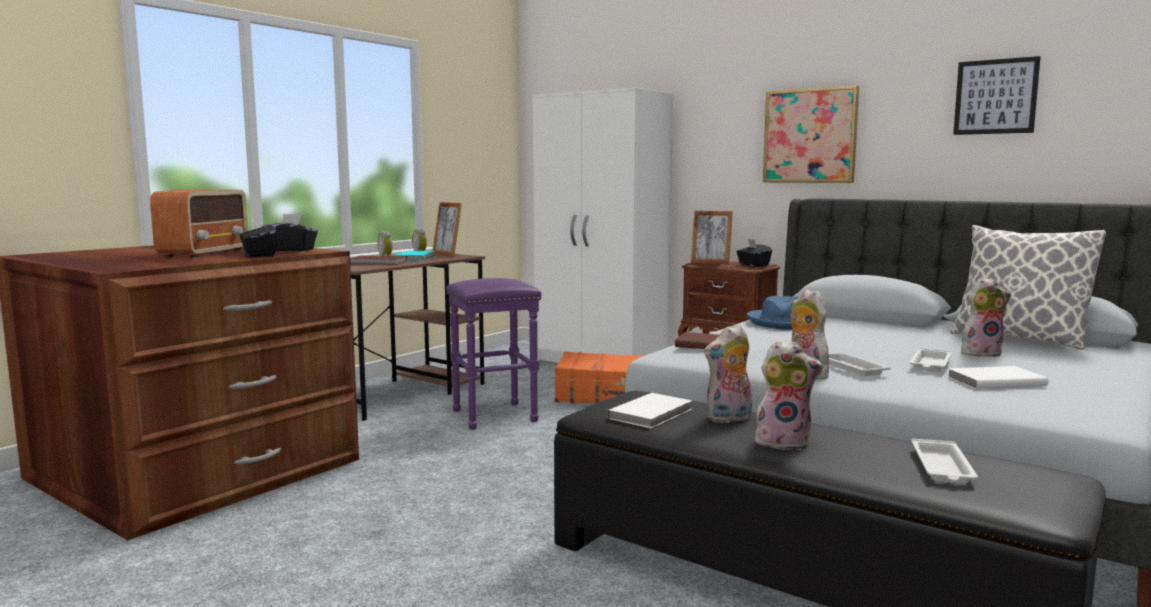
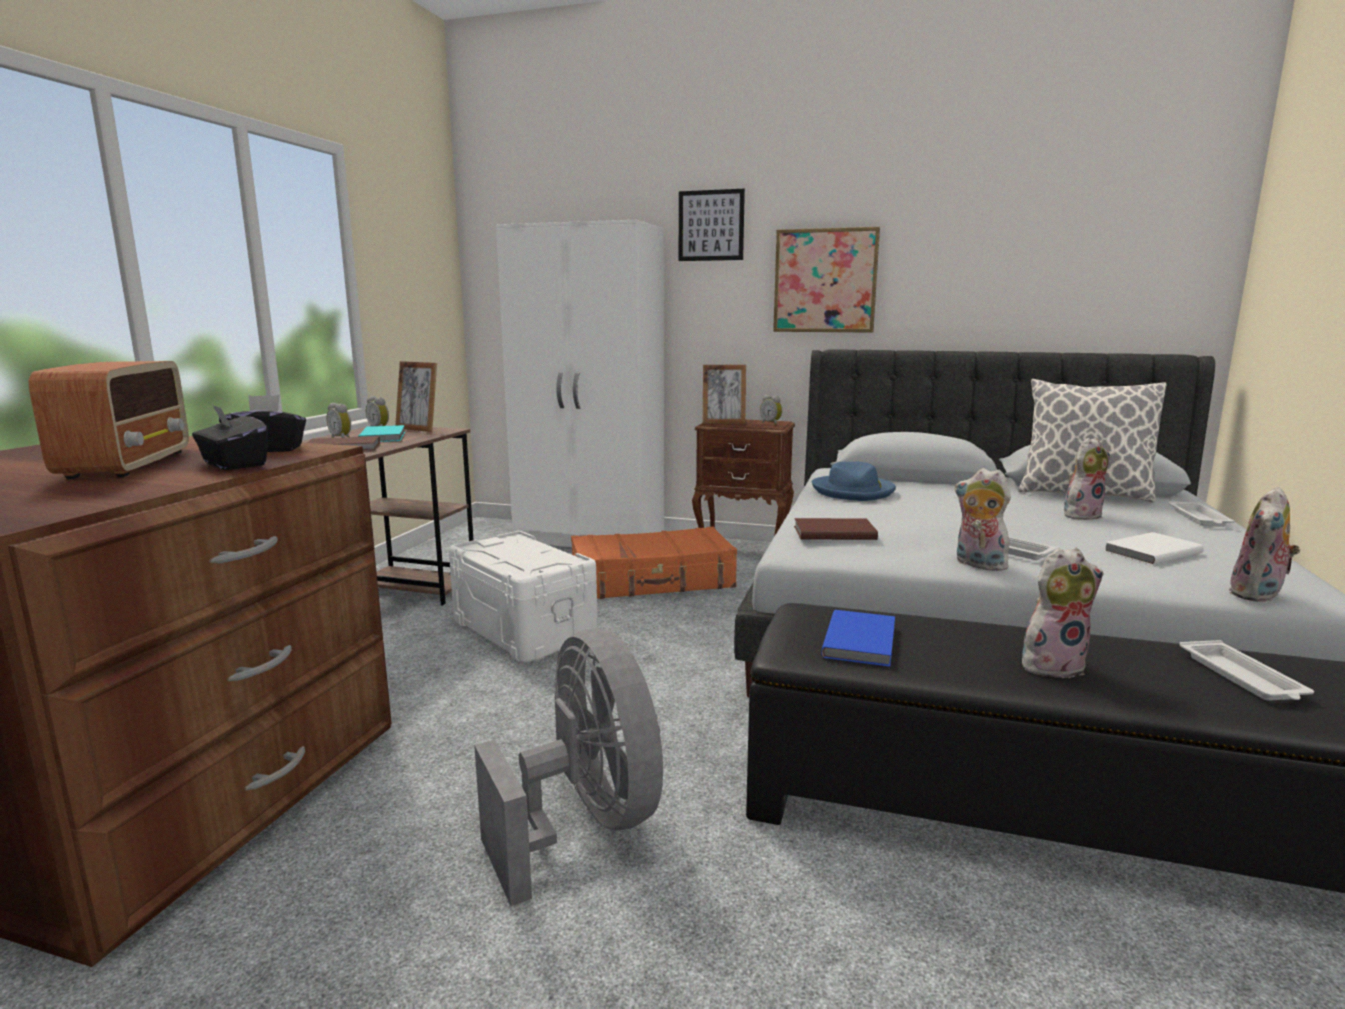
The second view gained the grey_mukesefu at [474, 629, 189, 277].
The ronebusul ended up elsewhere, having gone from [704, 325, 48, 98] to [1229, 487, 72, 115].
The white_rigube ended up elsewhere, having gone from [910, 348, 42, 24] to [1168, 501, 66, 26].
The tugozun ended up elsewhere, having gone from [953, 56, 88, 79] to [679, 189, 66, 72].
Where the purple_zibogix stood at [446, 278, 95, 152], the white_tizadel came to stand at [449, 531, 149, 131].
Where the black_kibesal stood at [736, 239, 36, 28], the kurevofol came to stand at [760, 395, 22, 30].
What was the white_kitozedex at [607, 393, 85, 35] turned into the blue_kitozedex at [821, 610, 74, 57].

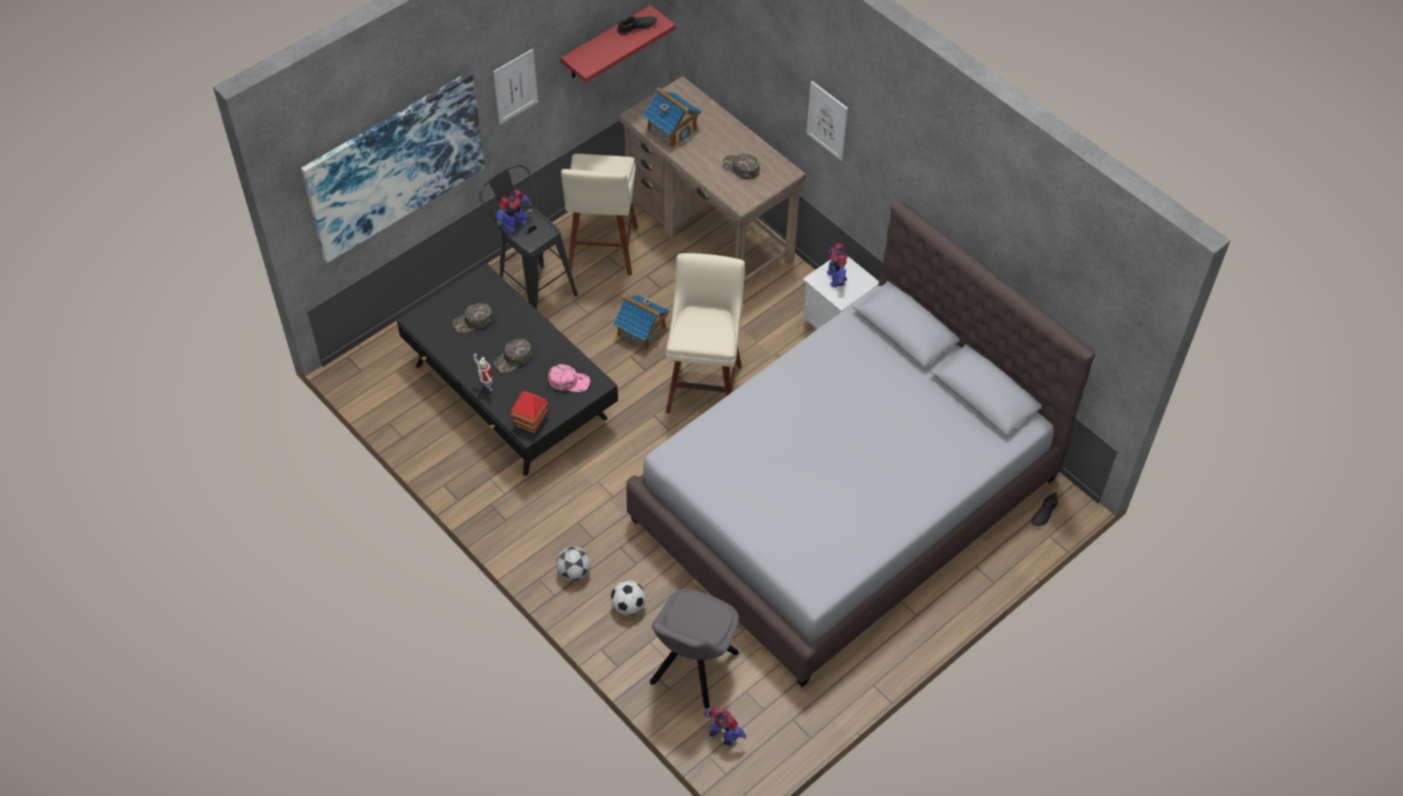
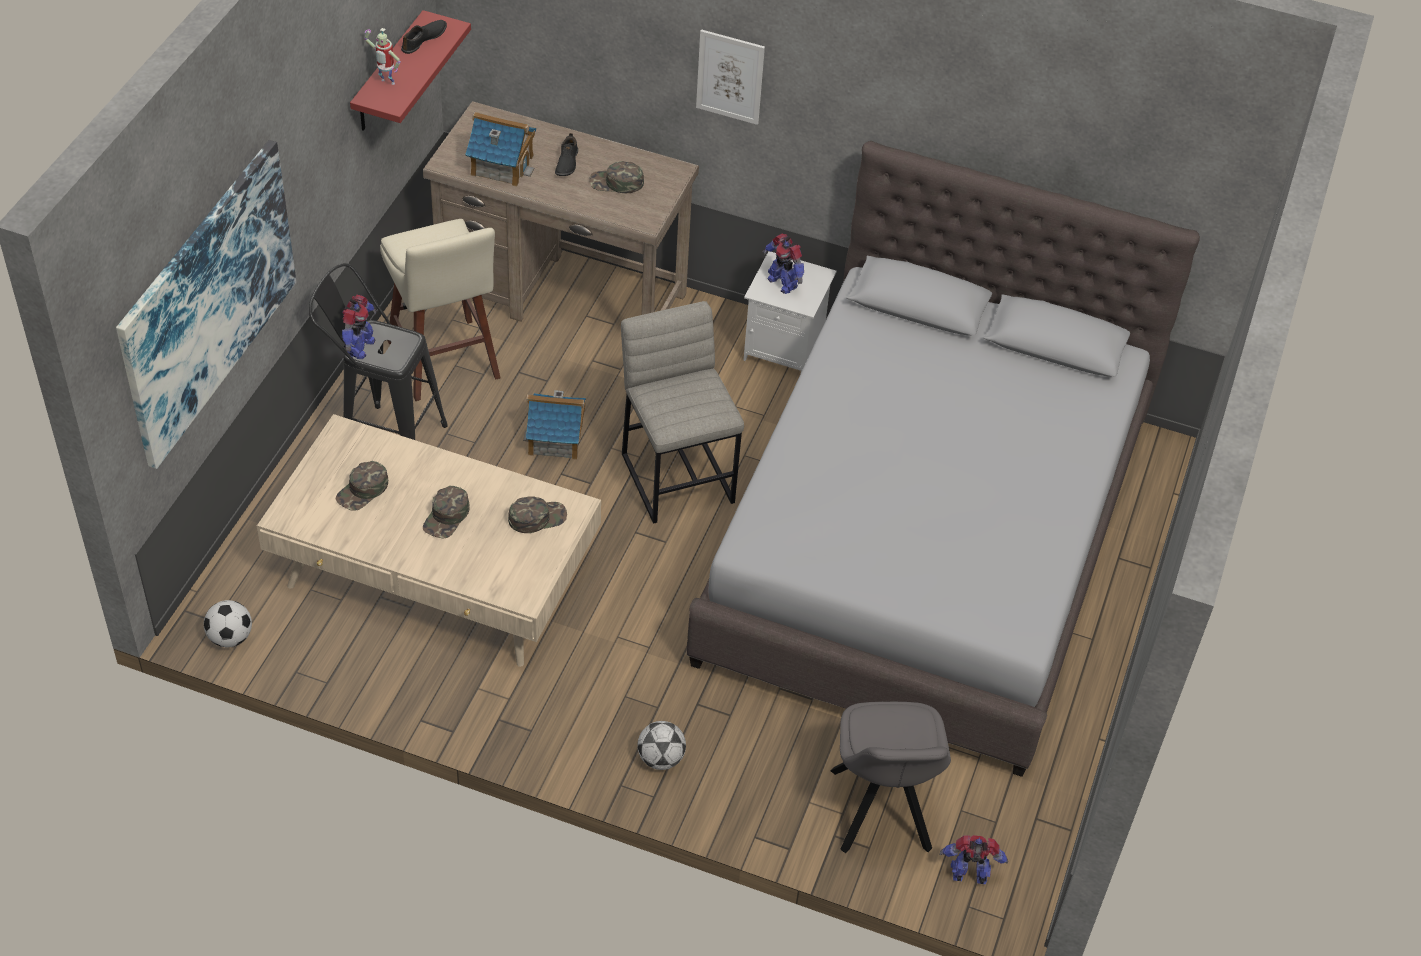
The second view lost the tugozun at [493, 49, 45, 75].
The second view lost the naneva at [510, 391, 39, 42].
The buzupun ended up elsewhere, having gone from [473, 353, 19, 38] to [364, 28, 37, 57].
The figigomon ended up elsewhere, having gone from [611, 580, 35, 35] to [204, 600, 48, 47].
The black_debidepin ended up elsewhere, having gone from [1031, 492, 27, 34] to [555, 133, 23, 43].
Where the beige_zibogix stood at [666, 253, 79, 160], the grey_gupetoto came to stand at [621, 301, 123, 223].
What was the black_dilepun at [397, 263, 221, 213] turned into the beige_dilepun at [257, 414, 344, 253].
What was the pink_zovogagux at [548, 364, 42, 28] turned into the green_zovogagux at [508, 496, 59, 37].

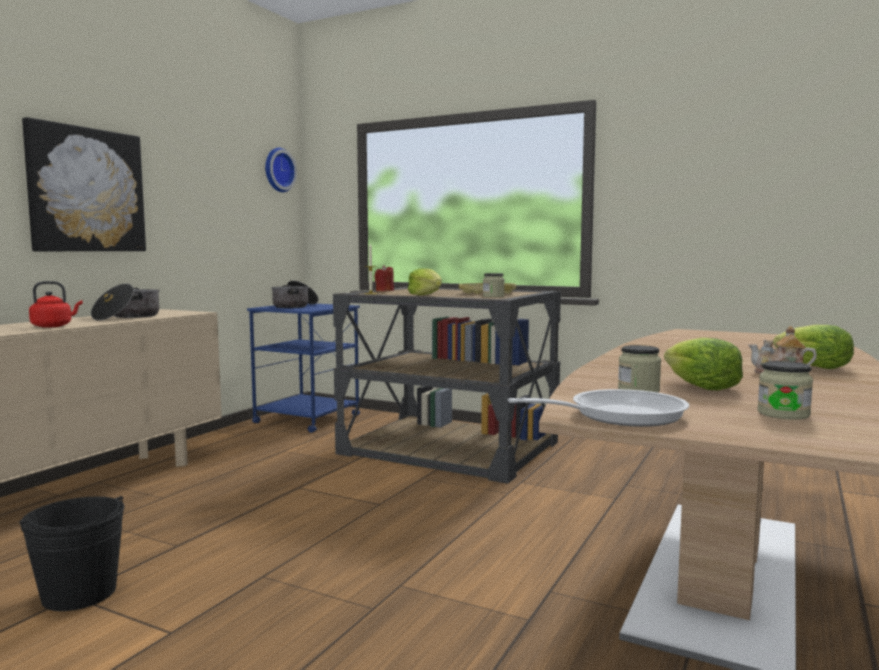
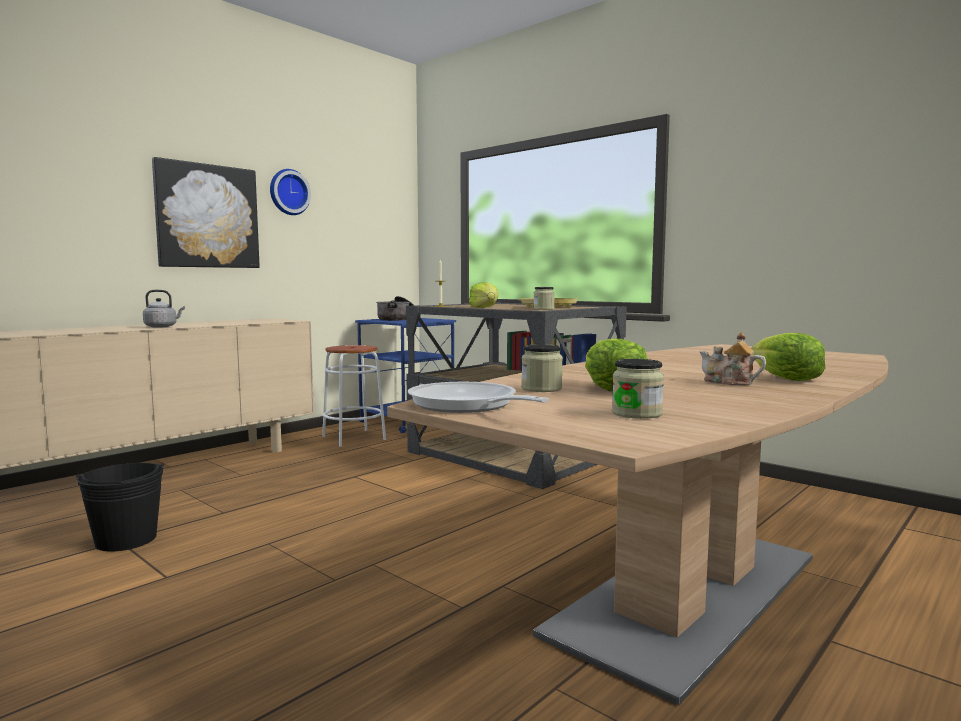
The second view lost the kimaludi at [91, 284, 69, 37].
The second view lost the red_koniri at [374, 265, 20, 26].
The second view gained the white_zibogix at [322, 345, 64, 102].
The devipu ended up elsewhere, having gone from [265, 148, 32, 44] to [270, 169, 41, 46].
What was the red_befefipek at [29, 281, 54, 47] turned into the grey_befefipek at [143, 290, 42, 37].
The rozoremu at [508, 389, 181, 38] ended up facing another way, 120 degrees counterclockwise from before.

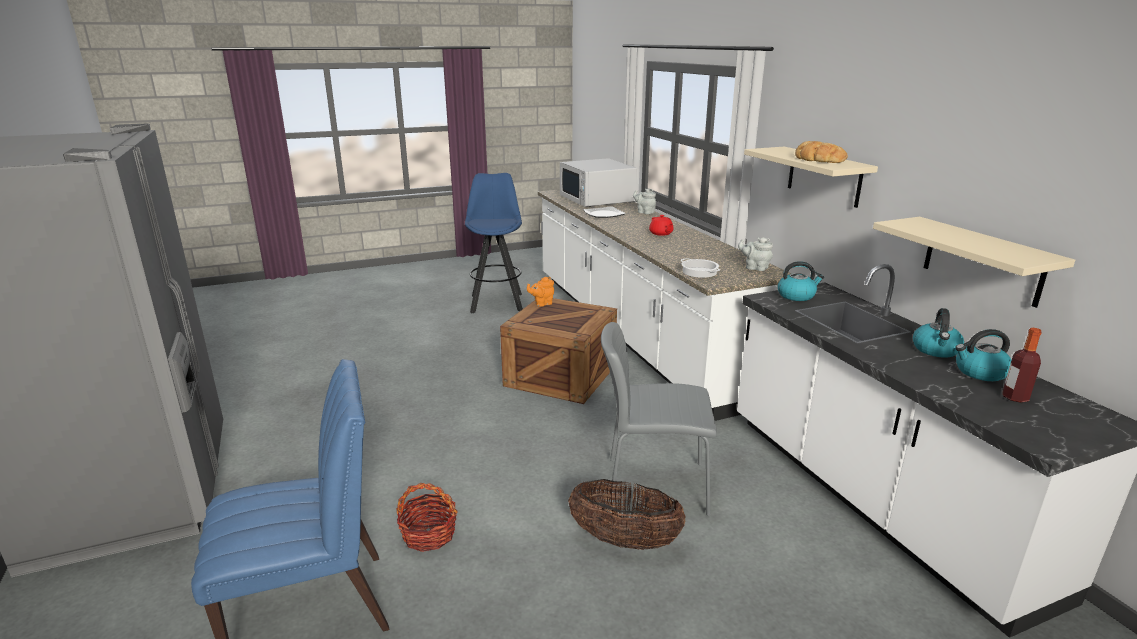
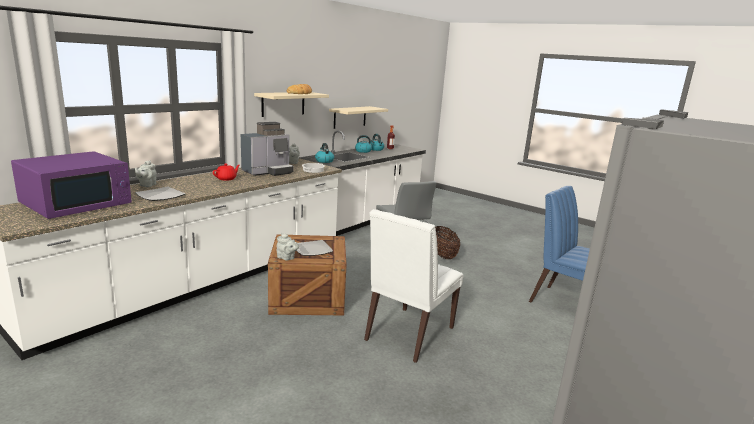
The second view lost the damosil at [397, 483, 61, 69].
The second view lost the blue_zibogix at [465, 173, 58, 140].
The second view gained the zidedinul at [241, 122, 53, 54].
The second view gained the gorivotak at [296, 240, 37, 16].
The second view gained the white_gupetoto at [364, 209, 100, 154].
What was the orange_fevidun at [527, 277, 27, 30] turned into the grey_fevidun at [276, 233, 23, 28].
What was the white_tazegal at [560, 158, 77, 49] turned into the purple_tazegal at [11, 151, 121, 68].

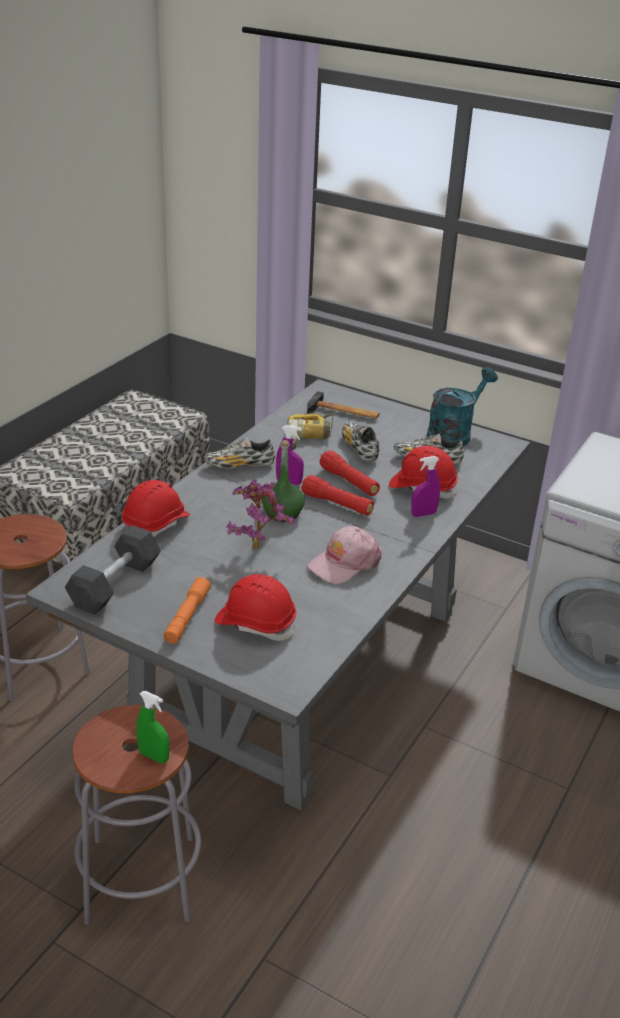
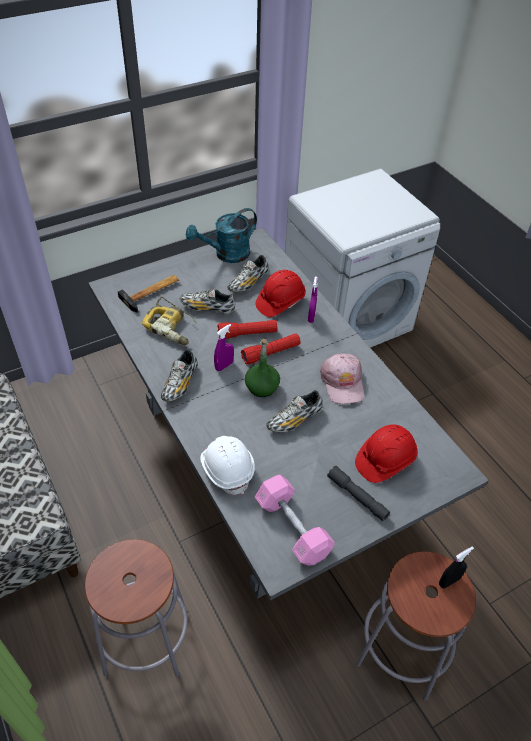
Where the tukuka stood at [226, 480, 69, 70], the debidepin came to stand at [266, 390, 57, 42].
What was the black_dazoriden at [65, 525, 96, 90] turned into the pink_dazoriden at [255, 475, 80, 91].
What was the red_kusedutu at [122, 480, 68, 57] turned into the white_kusedutu at [200, 436, 55, 59].
What was the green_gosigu at [136, 691, 34, 72] turned into the black_gosigu at [439, 547, 35, 41].
What was the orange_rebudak at [164, 577, 47, 67] turned into the grey_rebudak at [327, 466, 63, 55].
The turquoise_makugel at [427, 367, 71, 80] ended up facing another way, 105 degrees counterclockwise from before.

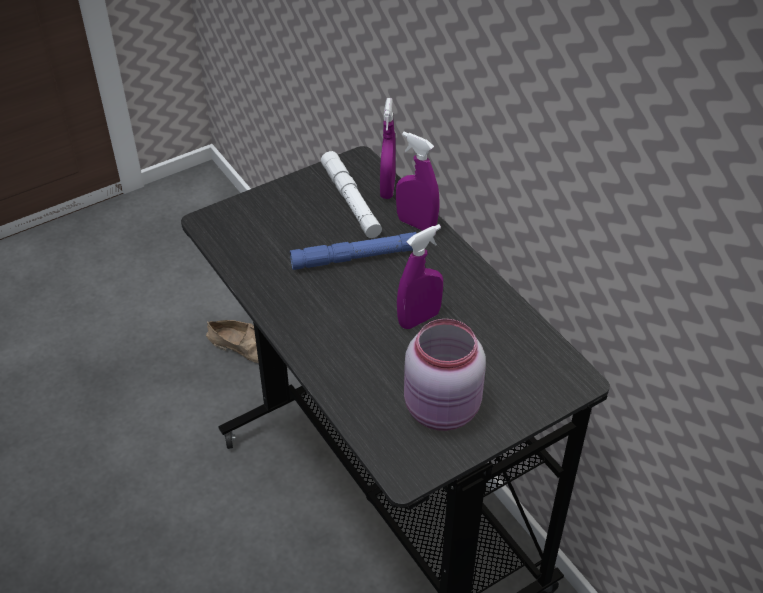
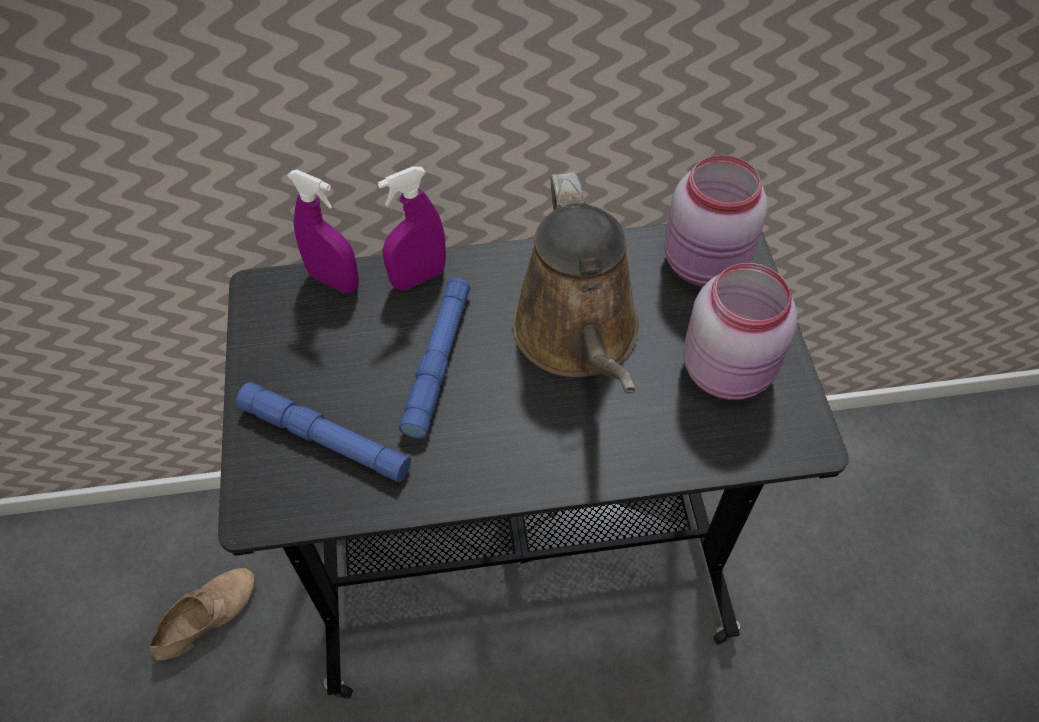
The second view lost the white_rebudak at [321, 151, 61, 87].
The second view gained the blue_rebudak at [236, 382, 175, 100].
The second view gained the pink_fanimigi at [664, 155, 103, 132].
Where the purple_gosigu stood at [397, 224, 46, 105], the brown_makugel came to stand at [512, 172, 127, 222].

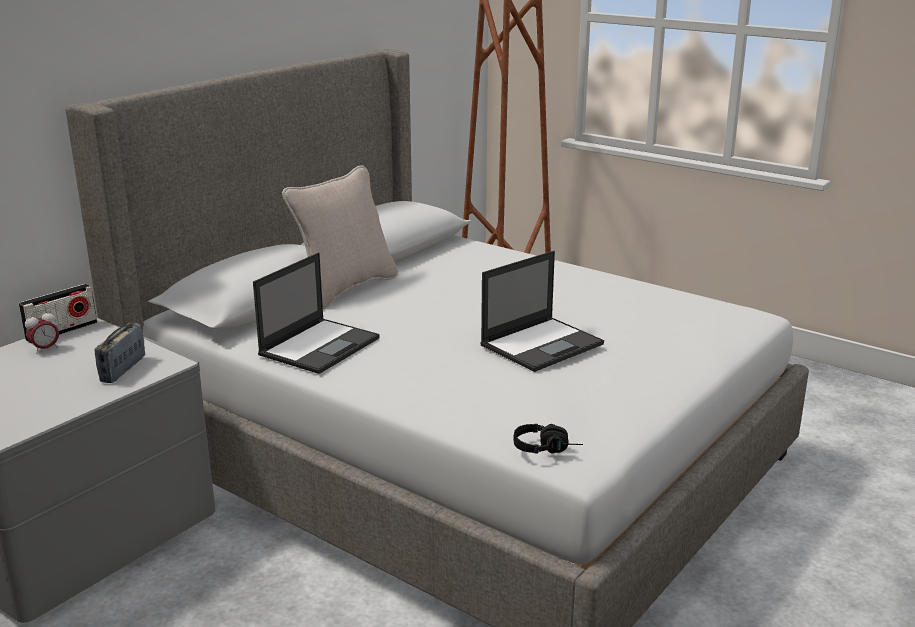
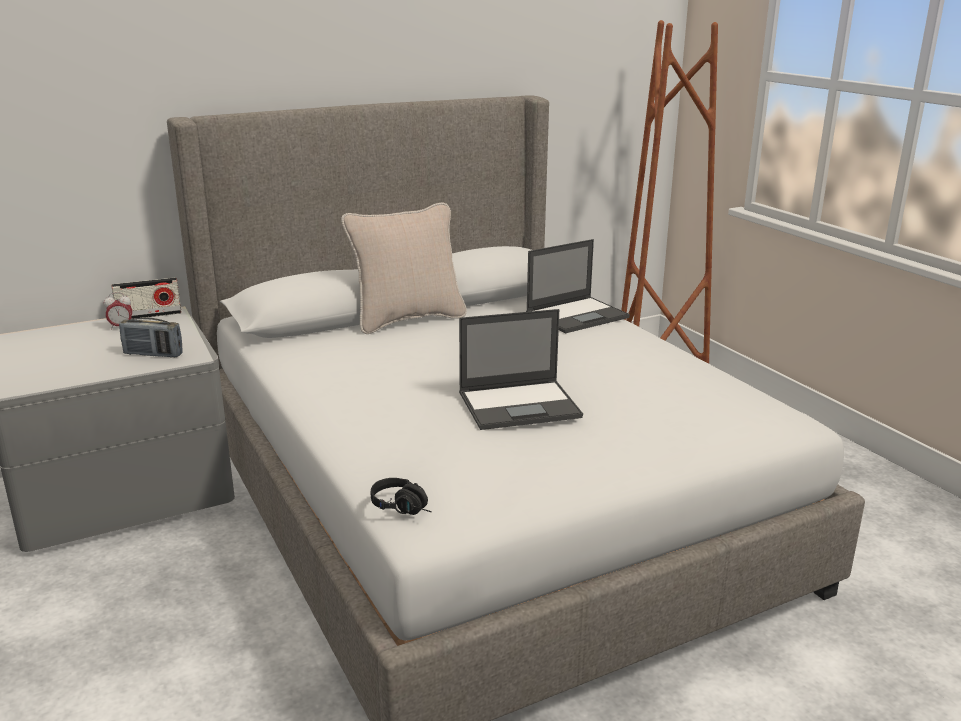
The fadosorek ended up elsewhere, having gone from [253, 252, 127, 122] to [526, 239, 104, 94].
The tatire at [94, 322, 51, 61] ended up facing another way, 120 degrees counterclockwise from before.

